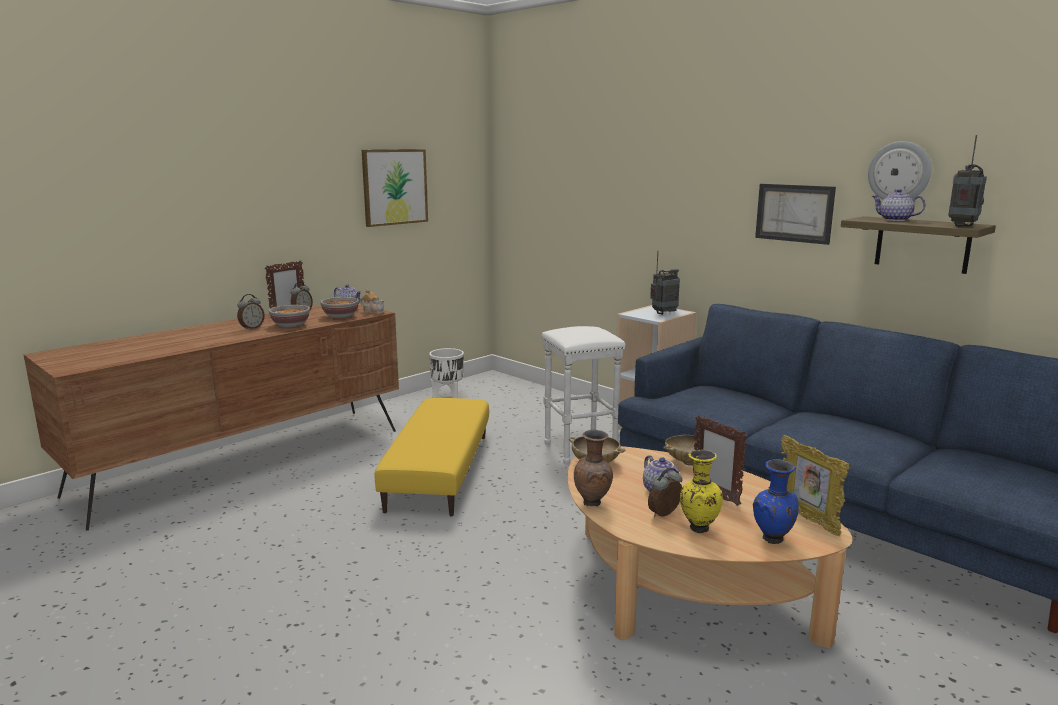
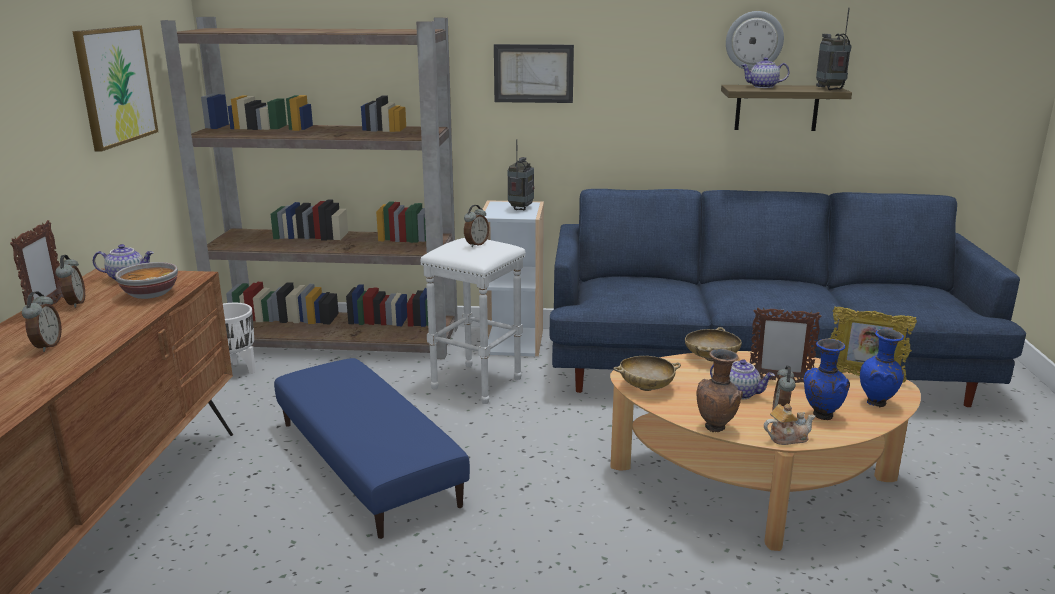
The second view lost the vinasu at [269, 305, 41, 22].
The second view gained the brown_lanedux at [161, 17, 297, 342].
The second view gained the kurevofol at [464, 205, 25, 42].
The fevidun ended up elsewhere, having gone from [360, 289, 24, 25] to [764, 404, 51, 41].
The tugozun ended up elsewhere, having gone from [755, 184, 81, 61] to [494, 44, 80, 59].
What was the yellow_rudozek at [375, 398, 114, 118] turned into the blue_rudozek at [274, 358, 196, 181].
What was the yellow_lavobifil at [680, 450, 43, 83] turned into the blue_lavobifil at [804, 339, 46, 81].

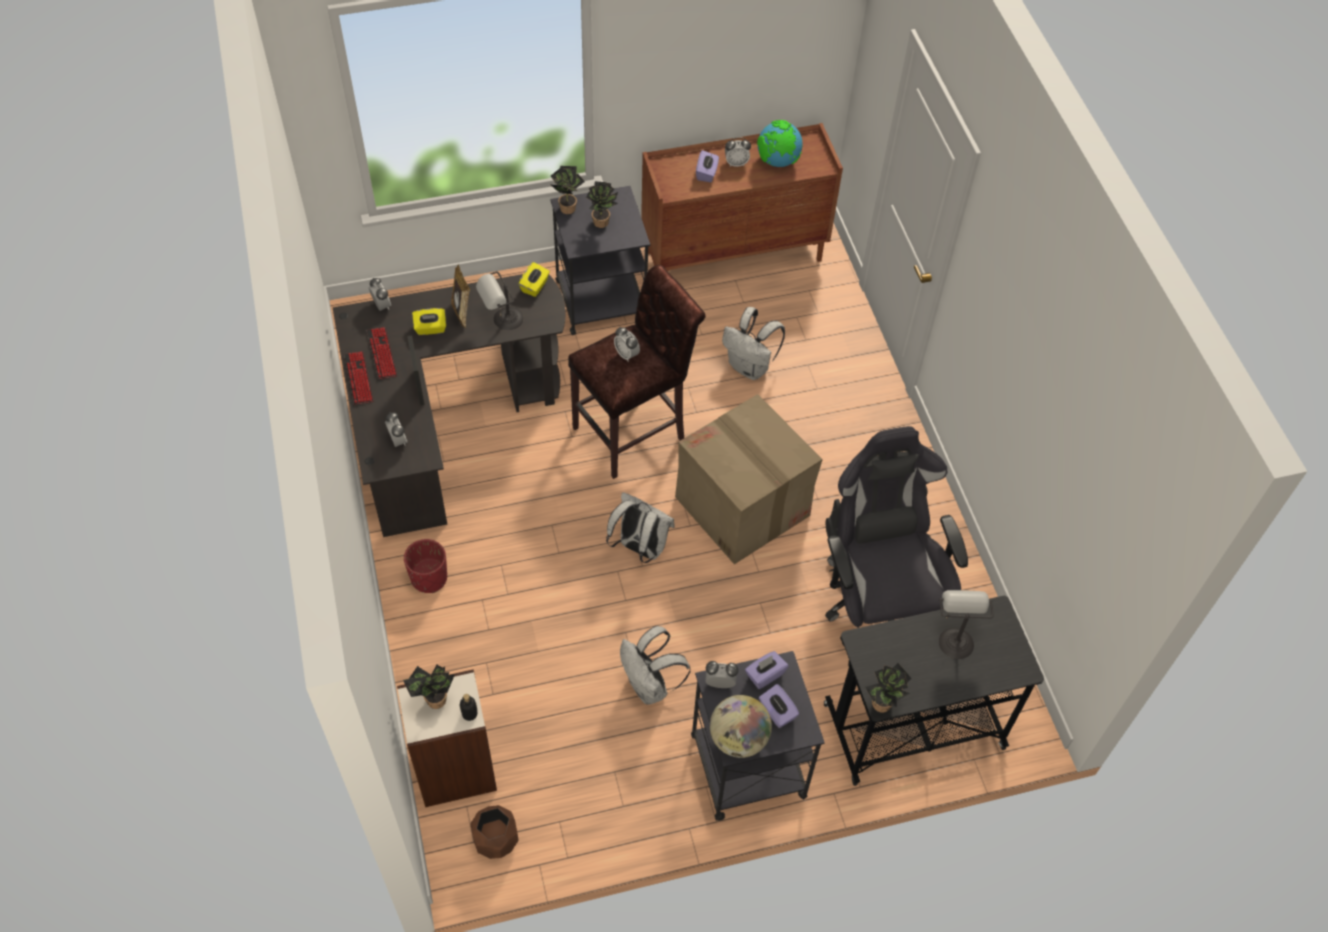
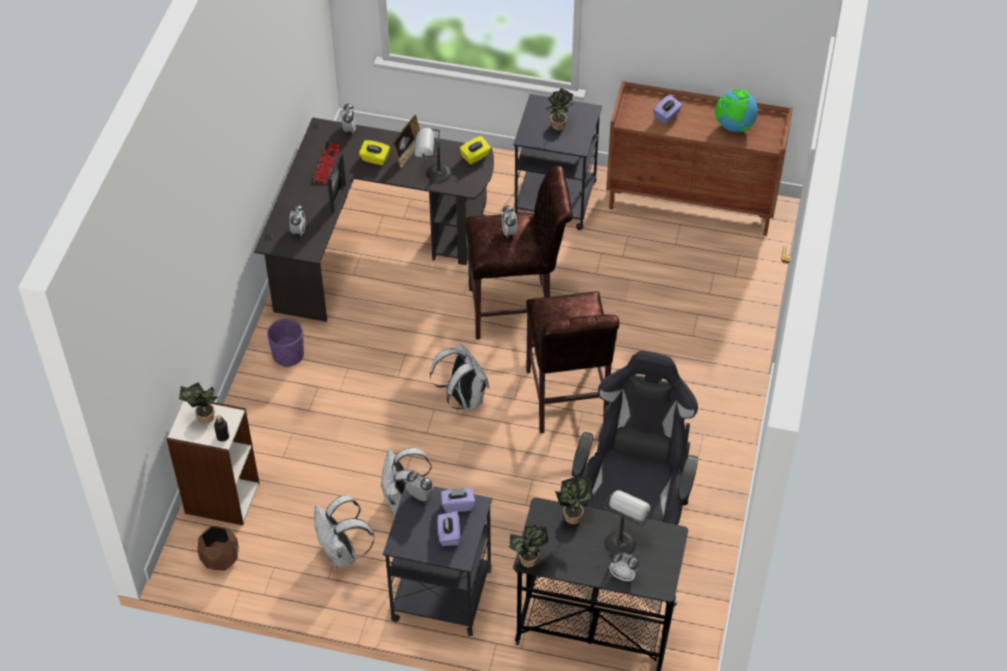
The second view lost the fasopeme at [344, 352, 29, 52].
The second view lost the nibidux at [710, 695, 62, 63].
The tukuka ended up elsewhere, having gone from [549, 166, 36, 48] to [555, 474, 39, 50].
The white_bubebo ended up elsewhere, having gone from [722, 307, 63, 73] to [314, 495, 61, 73].
The kurevofol ended up elsewhere, having gone from [725, 138, 26, 29] to [609, 552, 30, 30].
Where the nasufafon stood at [675, 394, 148, 170], the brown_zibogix came to stand at [526, 291, 93, 142].
What was the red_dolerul at [404, 539, 43, 54] turned into the purple_dolerul at [267, 319, 37, 48].

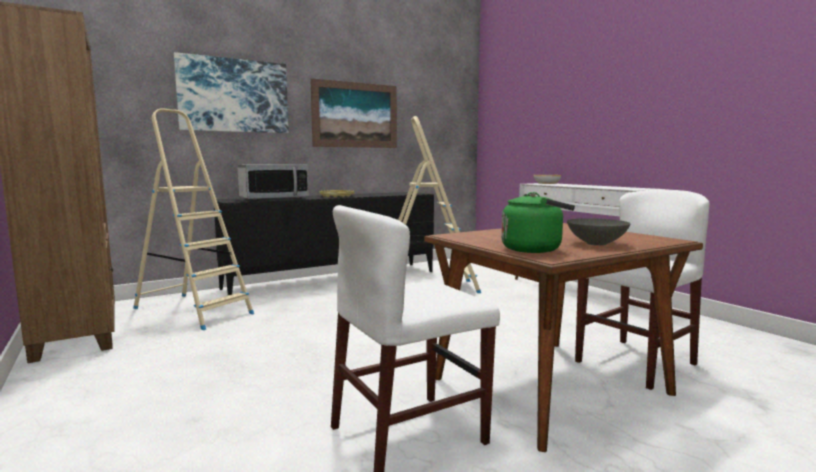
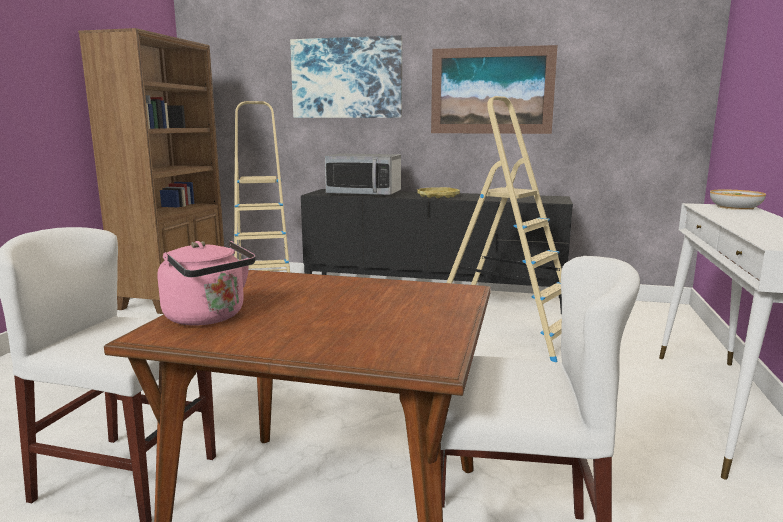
The second view lost the grey_vinasu at [567, 218, 64, 28].
What was the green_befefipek at [501, 192, 74, 61] turned into the pink_befefipek at [158, 241, 98, 84].

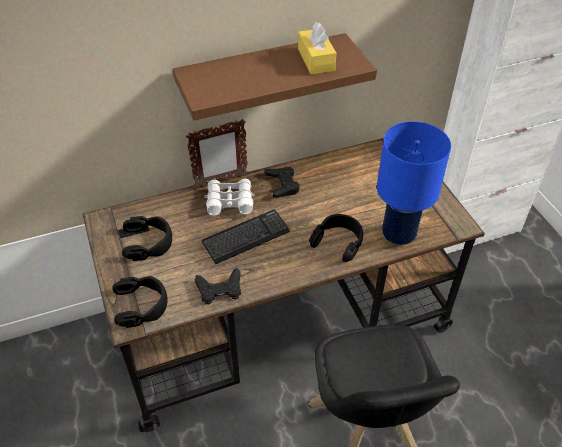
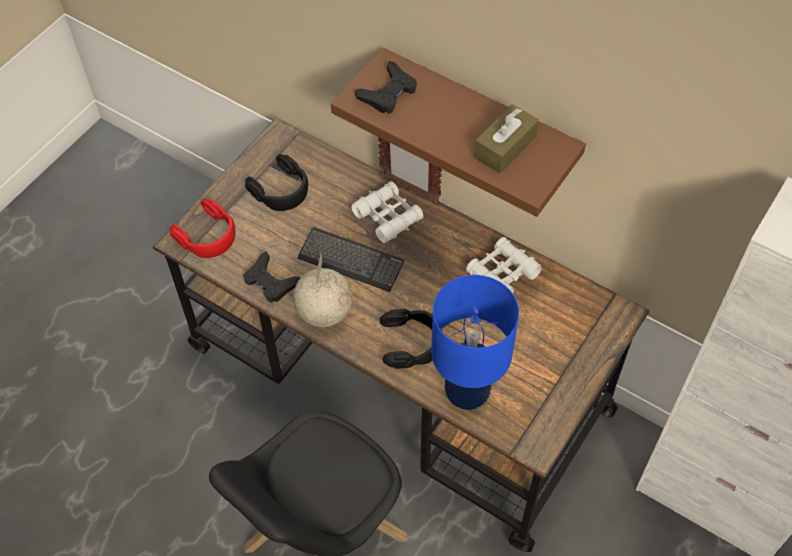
The second view gained the nibidux at [293, 254, 59, 73].
The second view gained the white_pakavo at [466, 237, 76, 56].
The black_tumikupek ended up elsewhere, having gone from [265, 167, 35, 31] to [355, 61, 62, 53].
What was the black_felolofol at [112, 276, 55, 52] turned into the red_felolofol at [170, 199, 65, 59].
What was the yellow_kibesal at [298, 22, 38, 53] turned into the brown_kibesal at [474, 104, 65, 70].

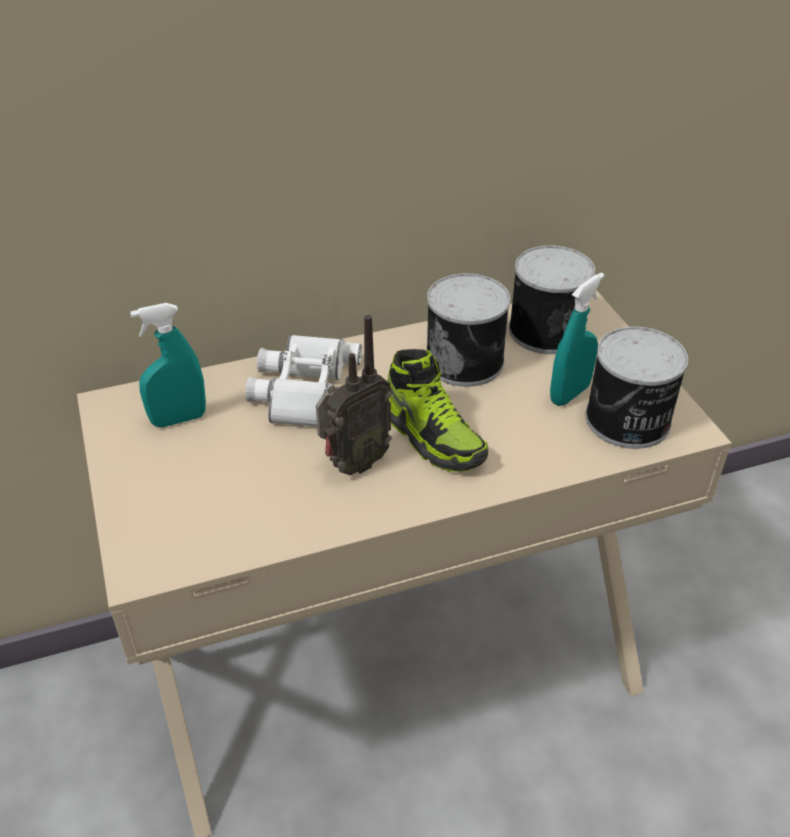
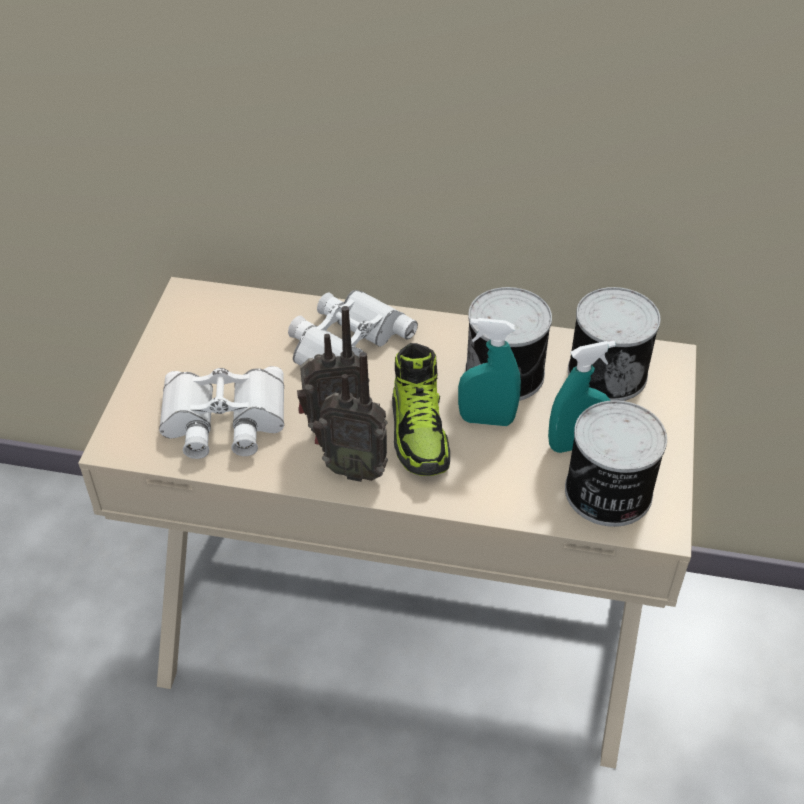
The second view gained the white_pakavo at [159, 366, 125, 93].
The second view gained the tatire at [313, 352, 75, 130].
The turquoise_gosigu ended up elsewhere, having gone from [130, 303, 76, 124] to [458, 318, 63, 108].

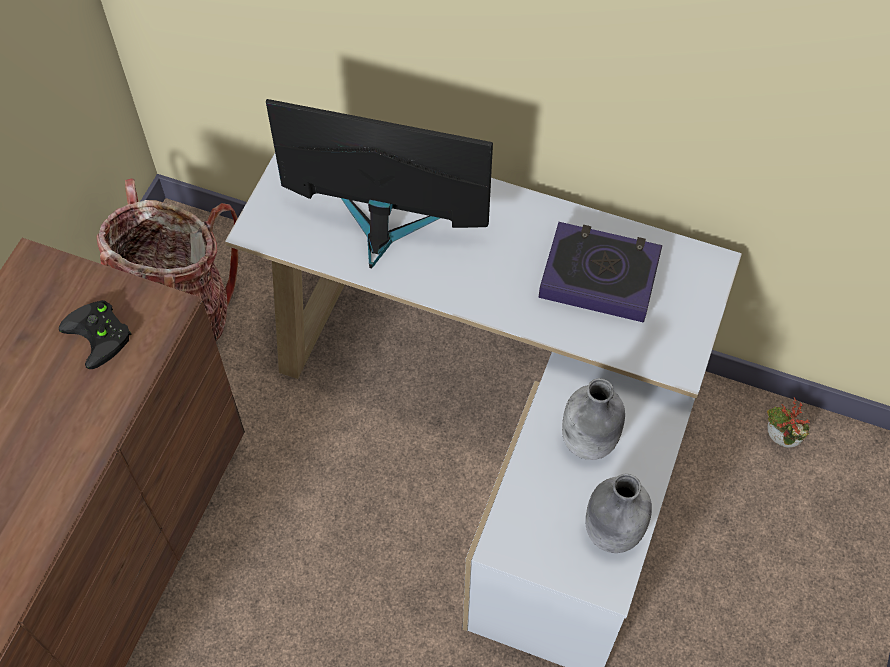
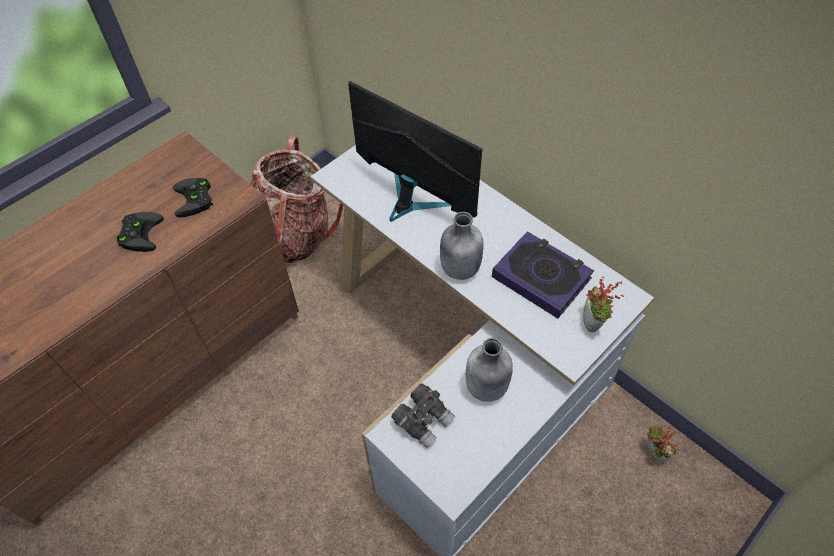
The second view gained the black_tumikupek at [117, 212, 47, 40].
The second view gained the grey_pakavo at [391, 383, 64, 65].
The second view gained the tukuka at [583, 277, 41, 55].
The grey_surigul ended up elsewhere, having gone from [585, 474, 67, 79] to [440, 212, 44, 68].

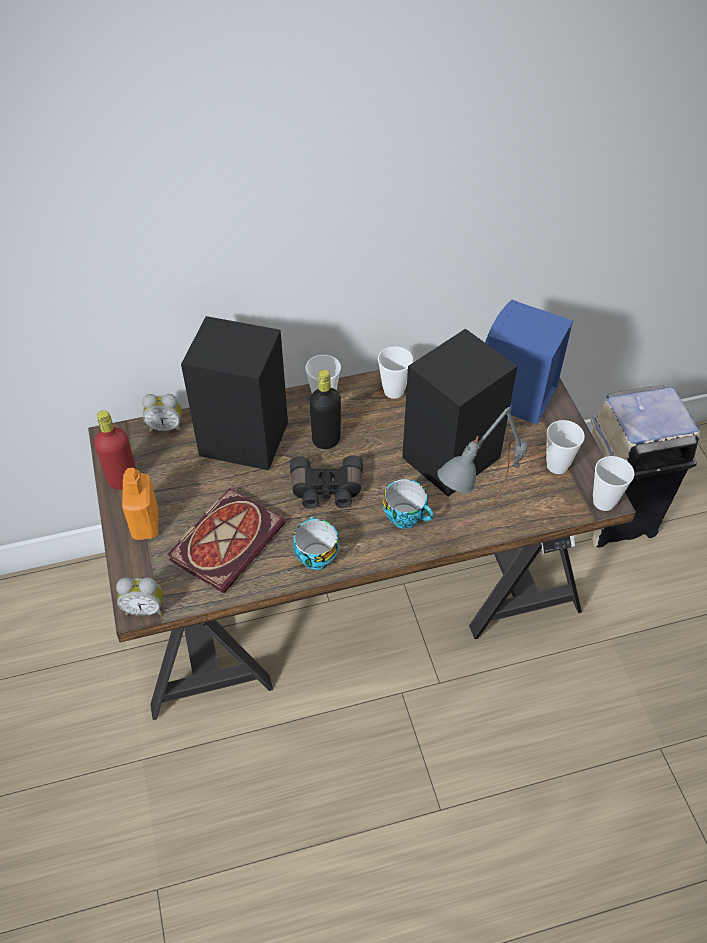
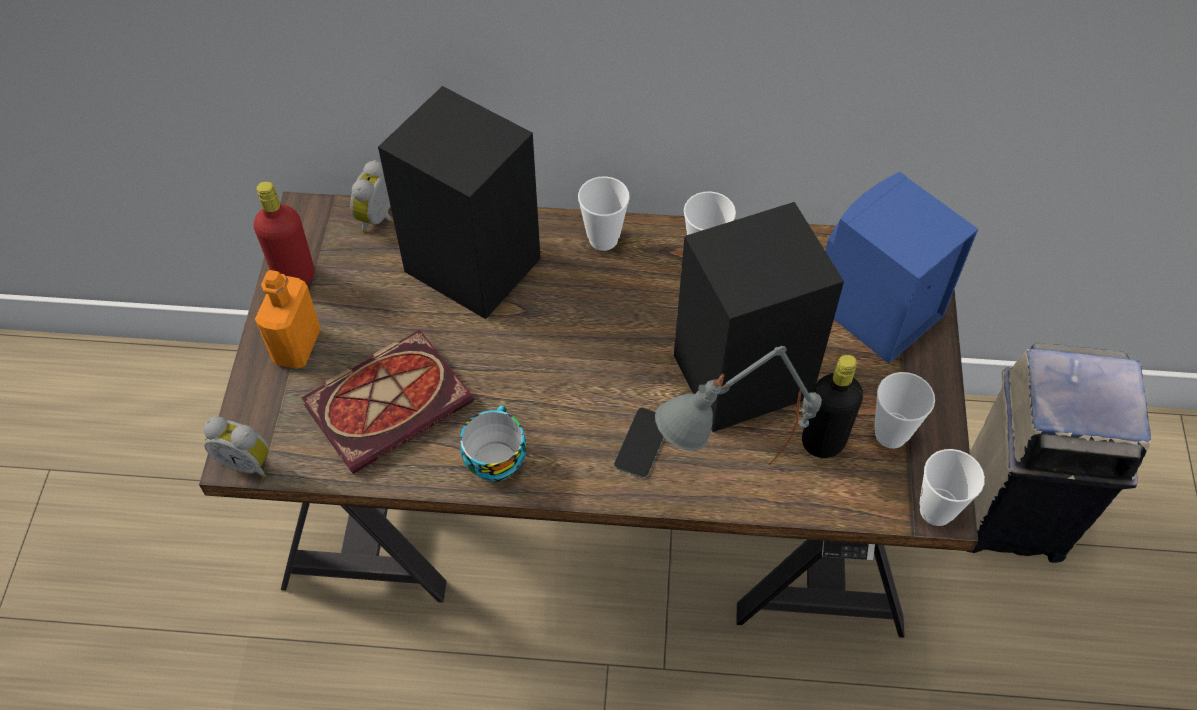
The second view lost the black_pakavo at [290, 455, 73, 54].
The black_surigul ended up elsewhere, having gone from [309, 370, 32, 79] to [802, 355, 61, 103].
Where the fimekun stood at [383, 479, 51, 50], the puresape came to stand at [614, 408, 50, 70].
The kurevofol at [142, 394, 40, 38] ended up facing another way, 90 degrees clockwise from before.

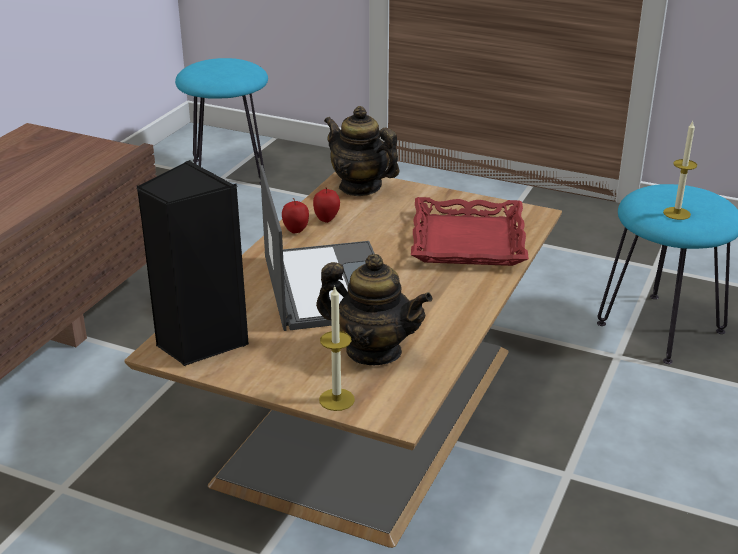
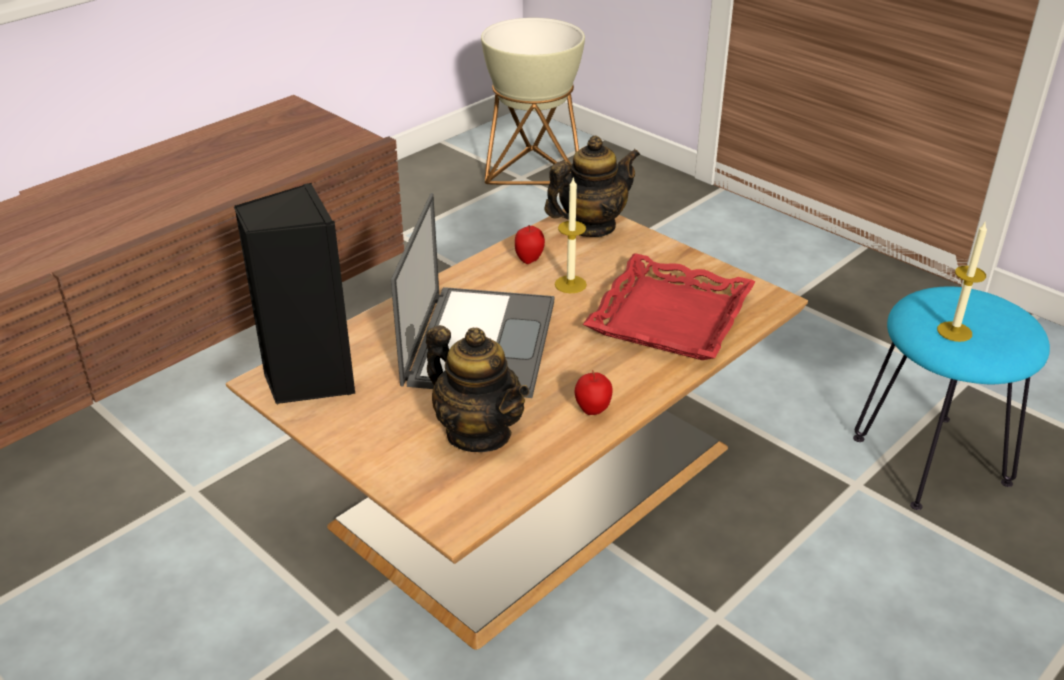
The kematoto ended up elsewhere, having gone from [282, 198, 27, 35] to [575, 370, 37, 45].
The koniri ended up elsewhere, having gone from [319, 285, 36, 126] to [555, 178, 32, 115].
Where the turquoise_zibogix stood at [175, 58, 93, 126], the dolerul came to stand at [481, 18, 104, 167].
The fevidun at [324, 106, 75, 90] ended up facing another way, 90 degrees clockwise from before.

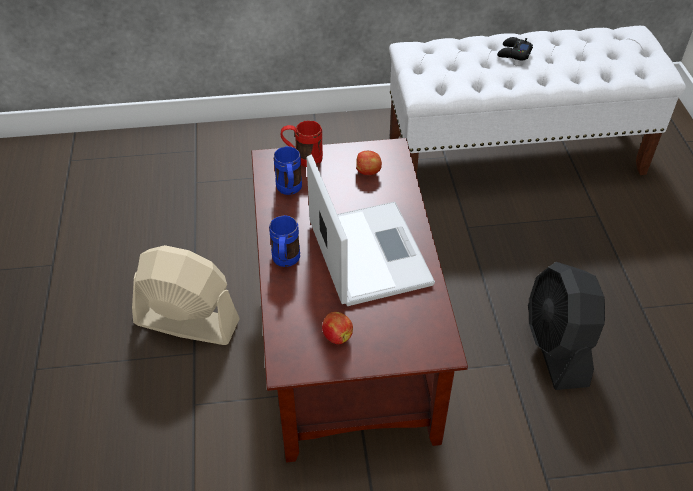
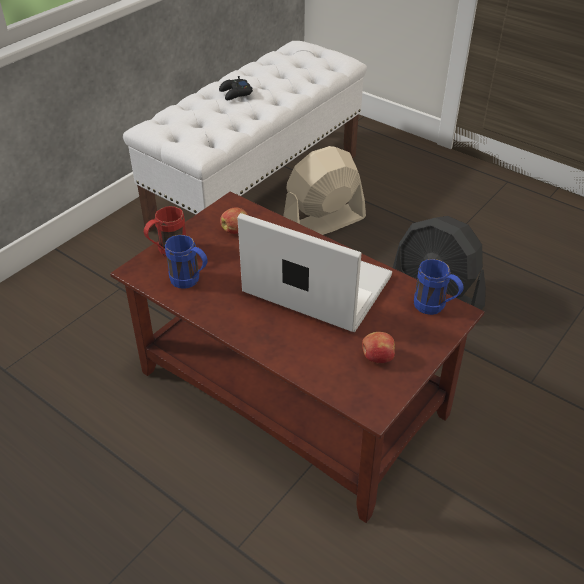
The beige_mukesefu ended up elsewhere, having gone from [132, 245, 108, 100] to [283, 146, 83, 89].
The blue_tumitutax ended up elsewhere, having gone from [269, 215, 31, 52] to [414, 259, 50, 56].

